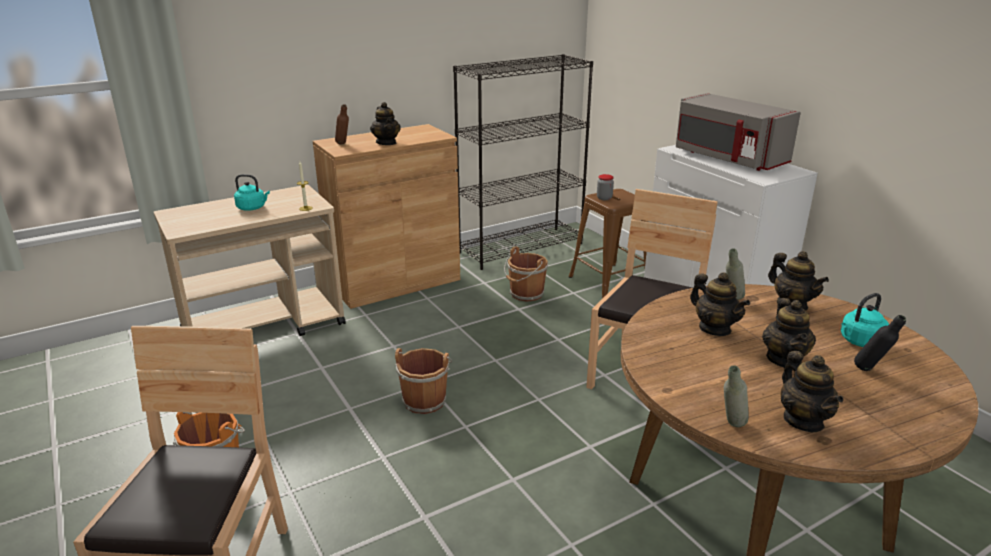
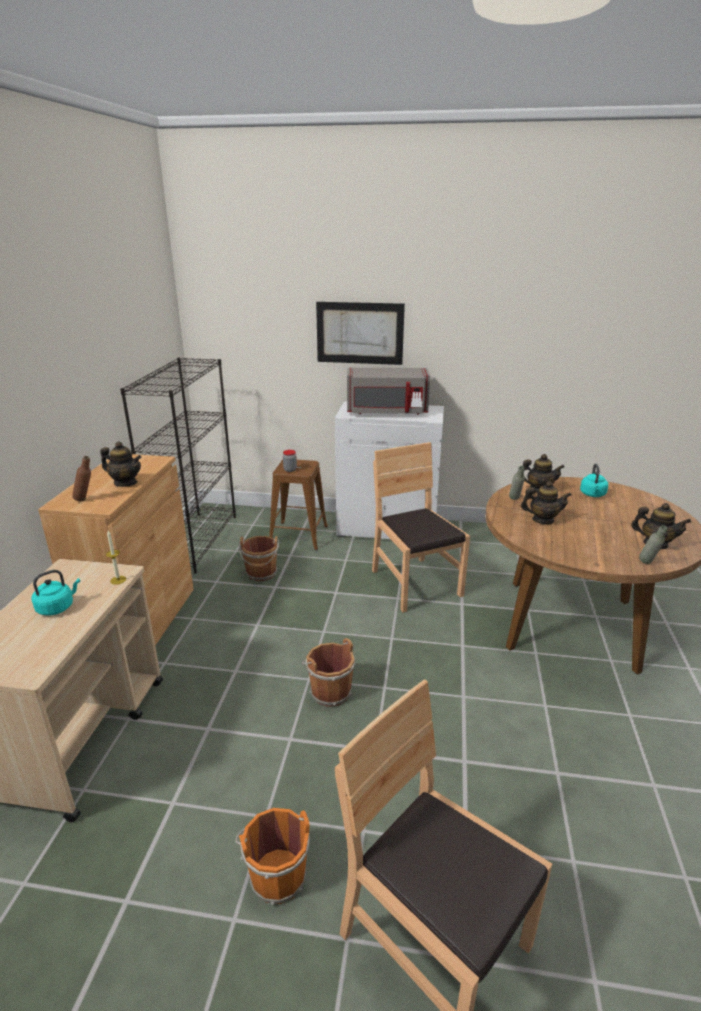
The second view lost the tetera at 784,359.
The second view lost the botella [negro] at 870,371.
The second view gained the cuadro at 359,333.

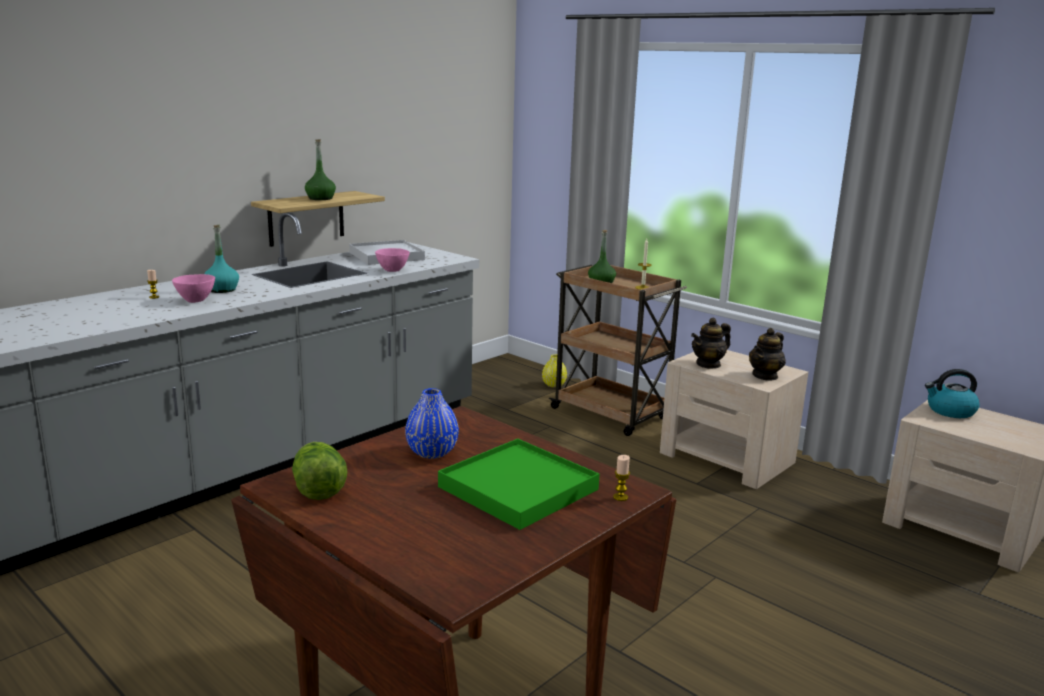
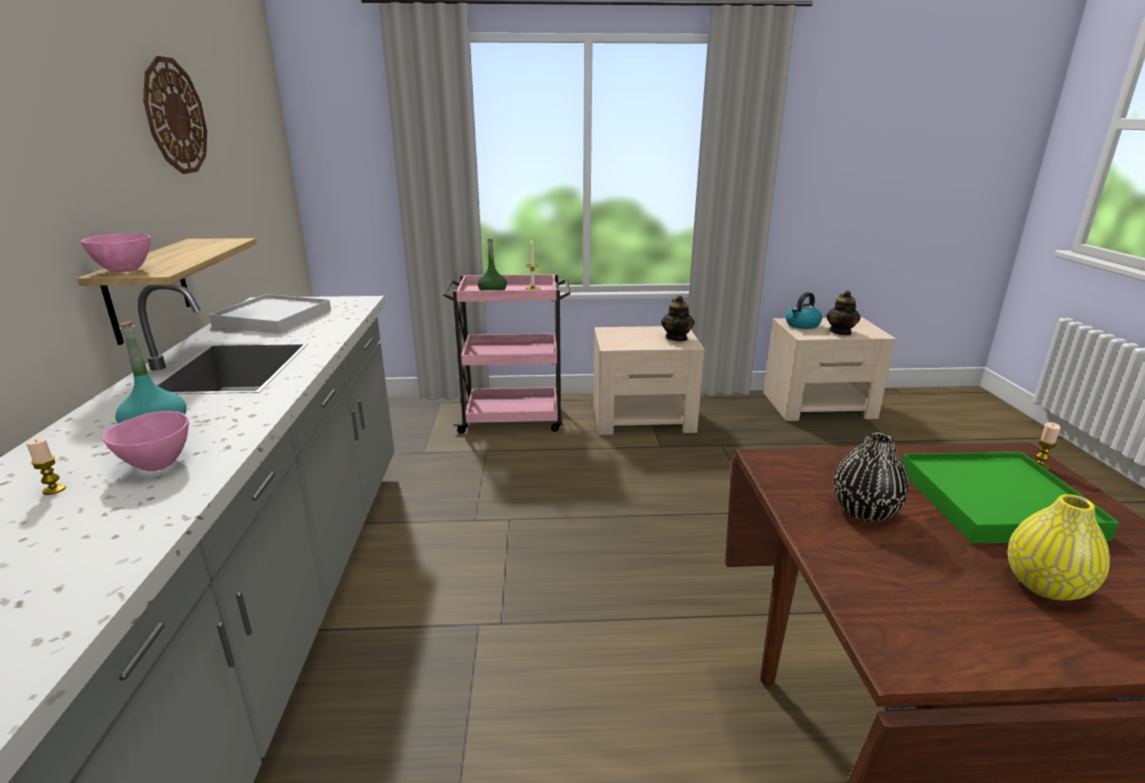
The second view lost the lechuga at 318,487.
The second view lost the botella [verde] at 320,198.
The second view gained the reloj de pared at 175,116.
The cuenco [rosa] ended up elsewhere, having gone from 393,270 to 126,270.
The florero [amarillo] ended up elsewhere, having gone from 554,385 to 1045,585.
The tetera ended up elsewhere, having gone from 708,364 to 840,332.
What was the florero [azul] at 432,452 turned into the florero [negro] at 864,511.
What was the carrito [marrón] at 611,414 turned into the carrito [rosa] at 513,418.

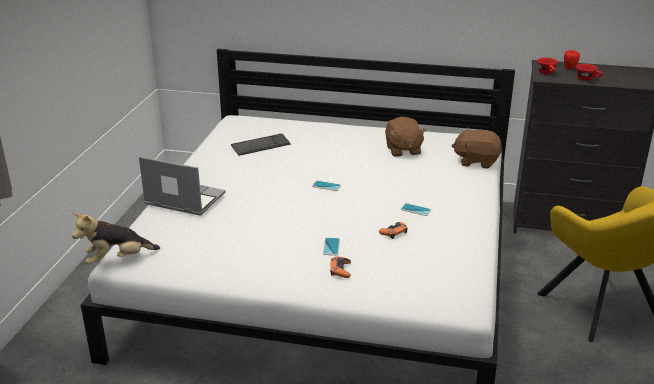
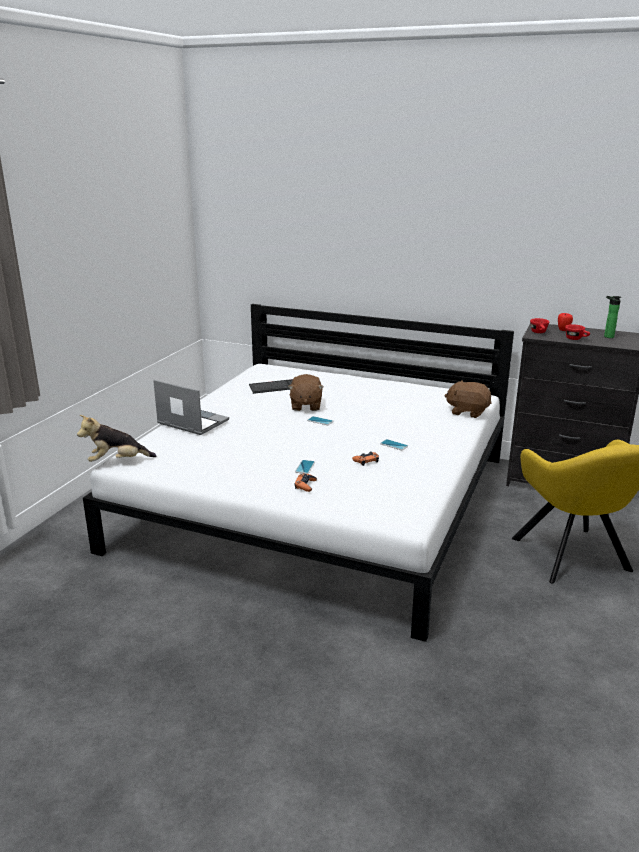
The second view gained the botella at 607,336.
The peluche [marrón] ended up elsewhere, having gone from 403,150 to 305,406.

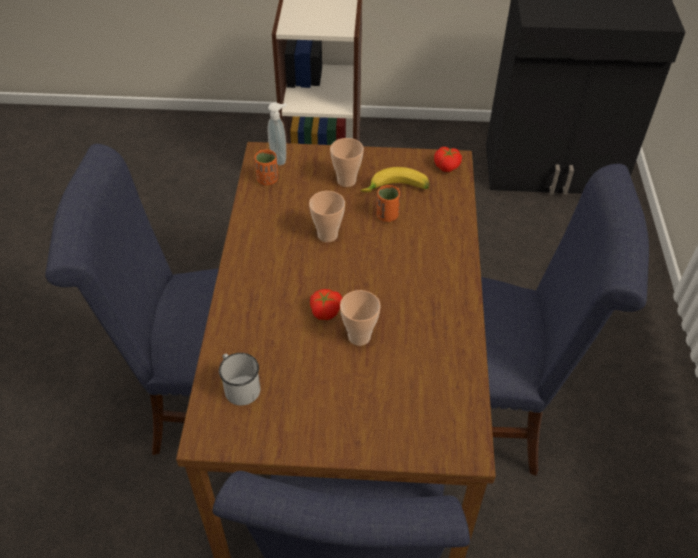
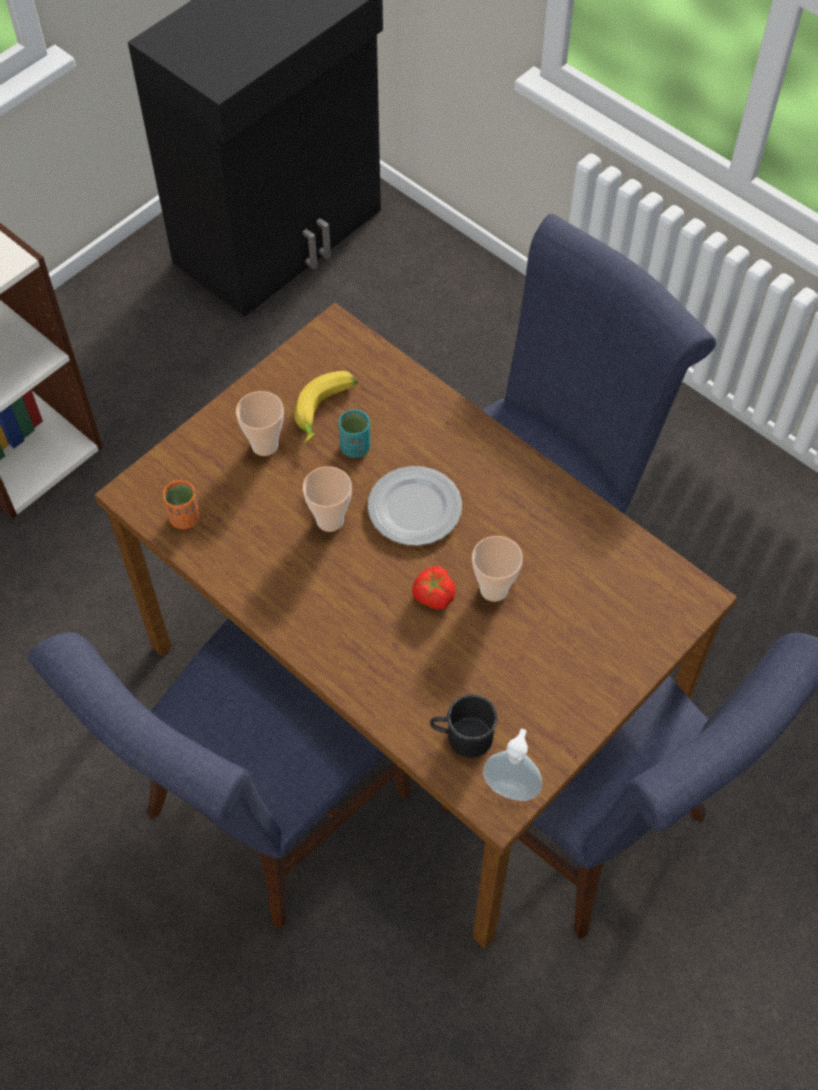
The second view lost the tomate at 447,166.
The second view gained the plato at 414,508.
The dispensador de jabón ended up elsewhere, having gone from 280,158 to 511,787.
What was the taza grande [blanco] at 239,386 turned into the taza grande [negro] at 462,736.
What was the taza [naranja] at 387,216 turned into the taza [turquesa] at 355,447.

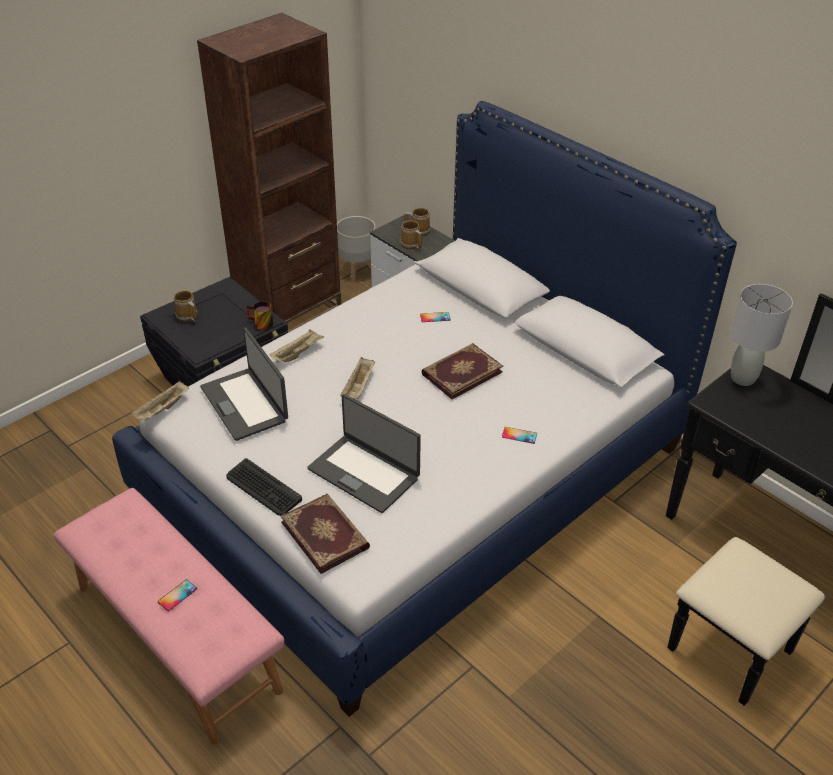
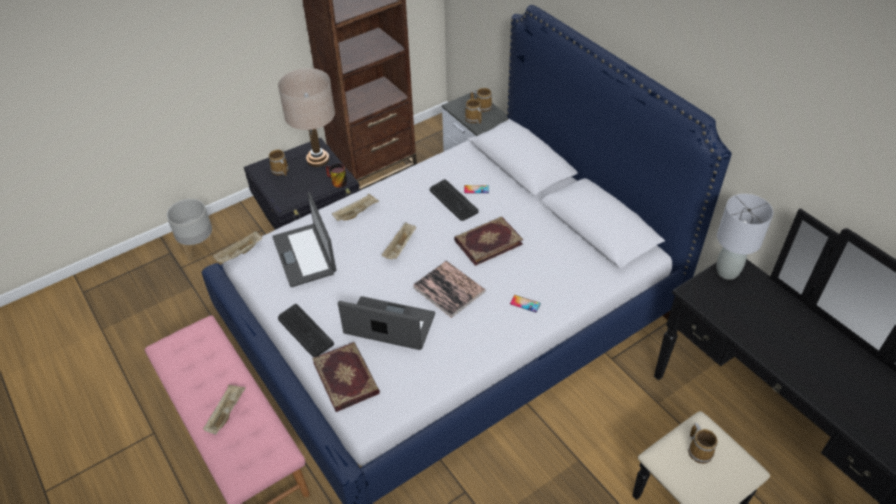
The second view gained the lámpara de mesa [beis] at 318,159.
The second view gained the libro at 449,289.
The second view gained the teclado at 453,201.
The second view gained the taza grande at 700,450.
The maceta [gris] ended up elsewhere, having gone from 357,271 to 198,248.
Where the móvil stood at 177,595, the bandeja [beis] came to stand at 226,413.
The portátil at 364,473 ended up facing another way, 150 degrees clockwise from before.

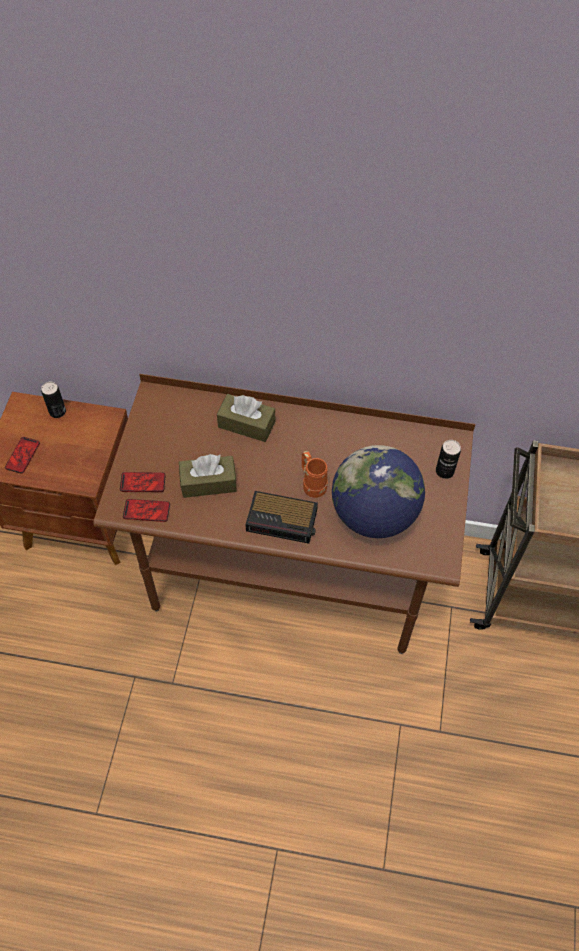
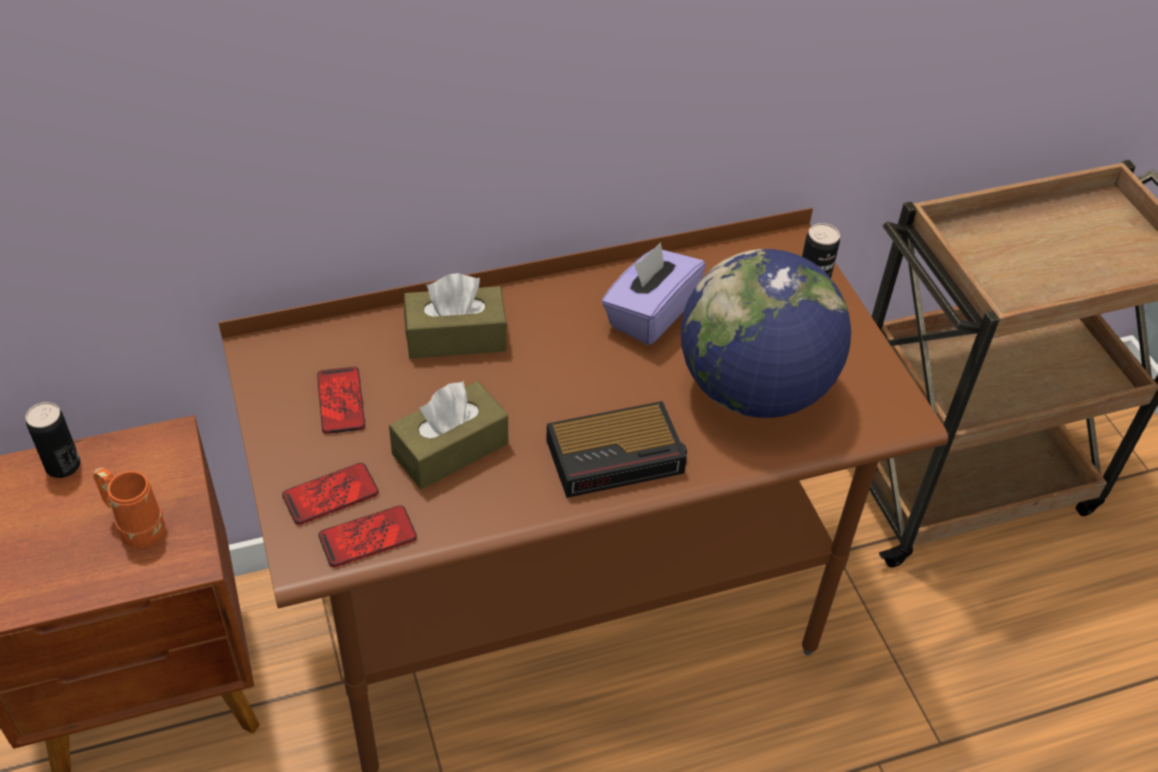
The second view gained the caja de pañuelos [morado] at 649,314.
The móvil ended up elsewhere, having gone from 22,455 to 341,401.
The taza grande [naranja] ended up elsewhere, having gone from 312,484 to 135,526.

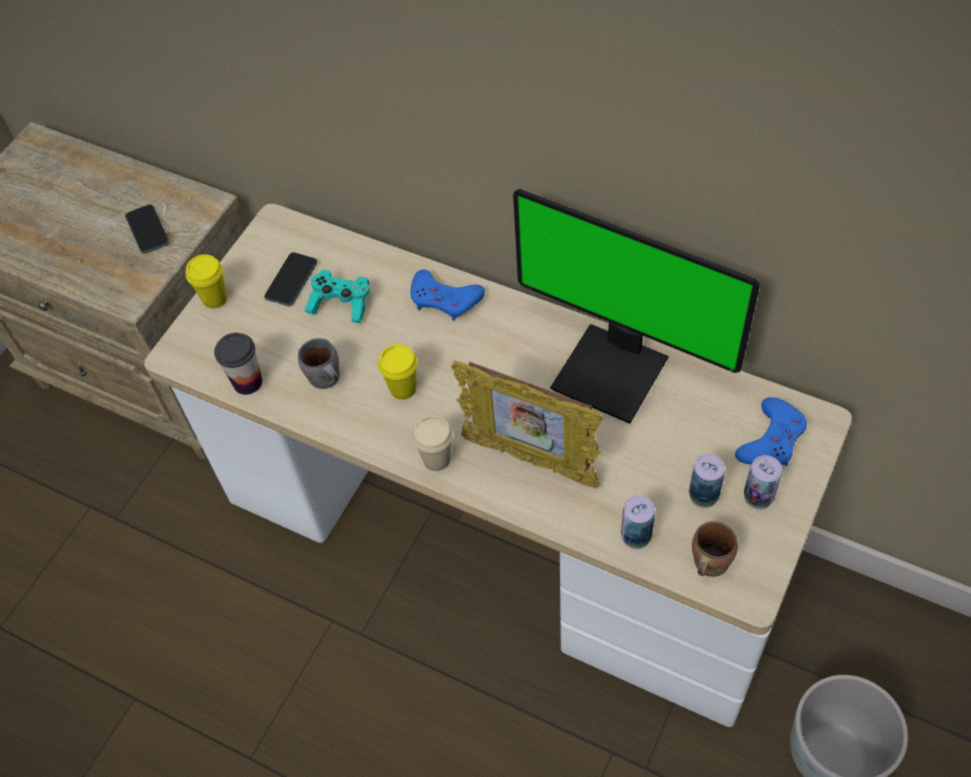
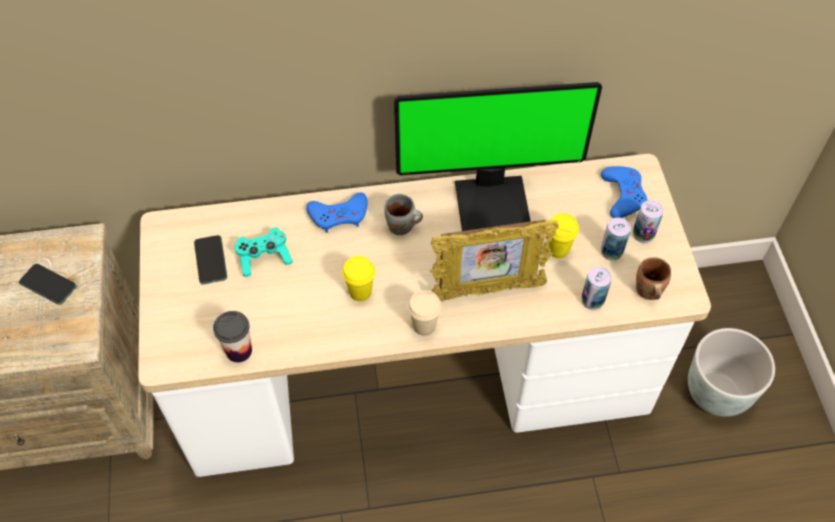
The taza [amarillo] ended up elsewhere, having gone from 215,298 to 558,249.
The taza grande [gris] ended up elsewhere, having gone from 324,380 to 402,227.

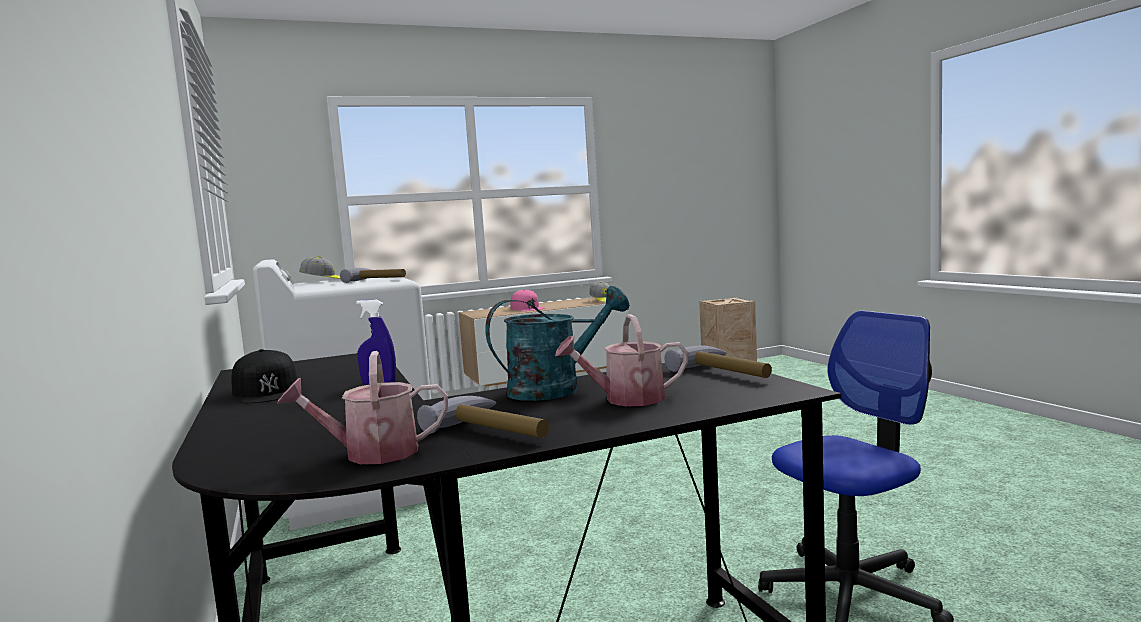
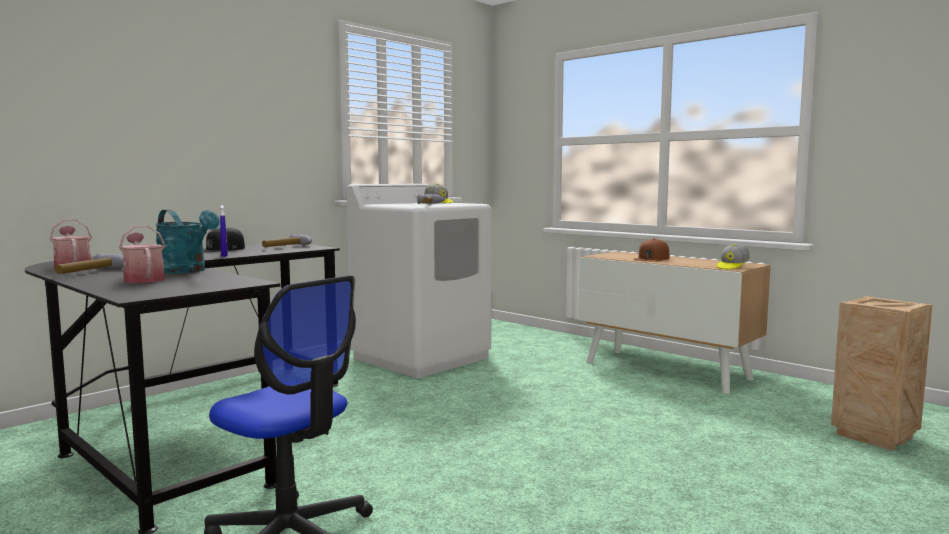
The martillo ended up elsewhere, having gone from 725,373 to 287,247.
What was the gorra [rosa] at 527,308 turned into the gorra [marrón] at 651,258.

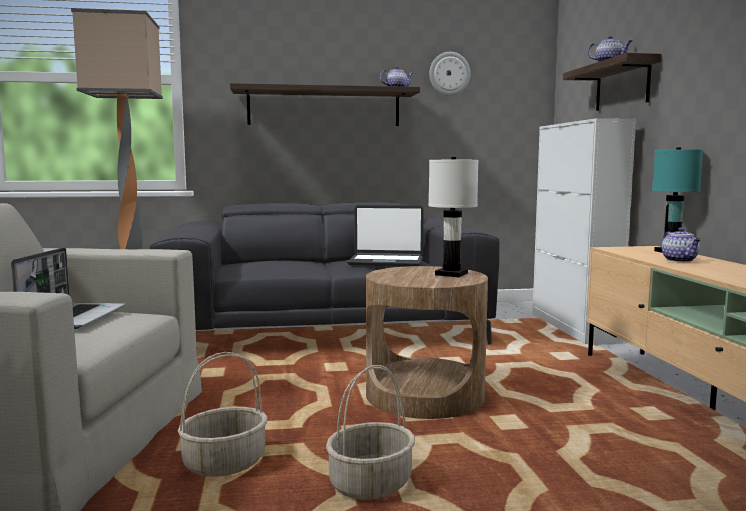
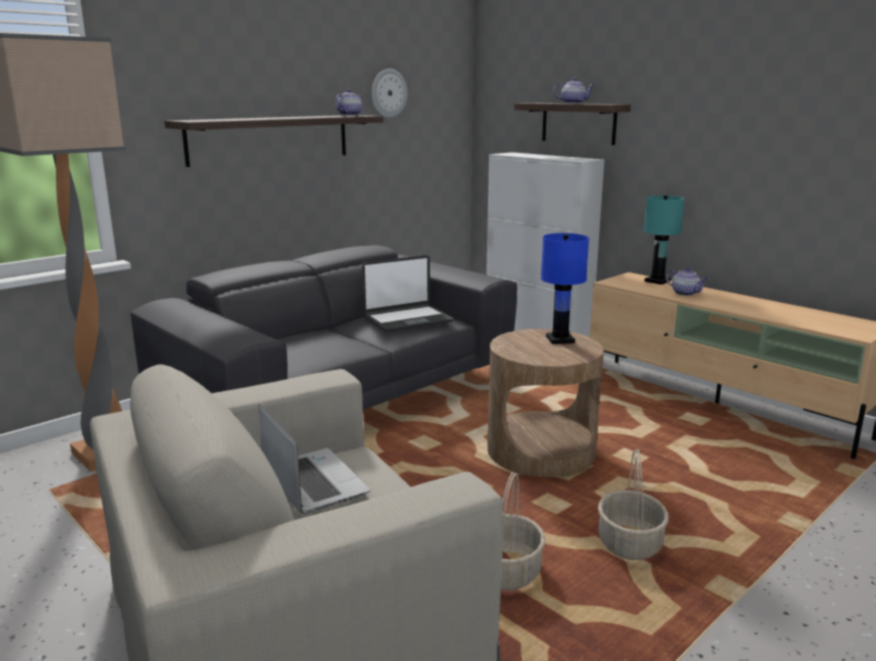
What was the lámpara de mesa [blanco] at 451,274 turned into the lámpara de mesa [azul] at 559,339.

